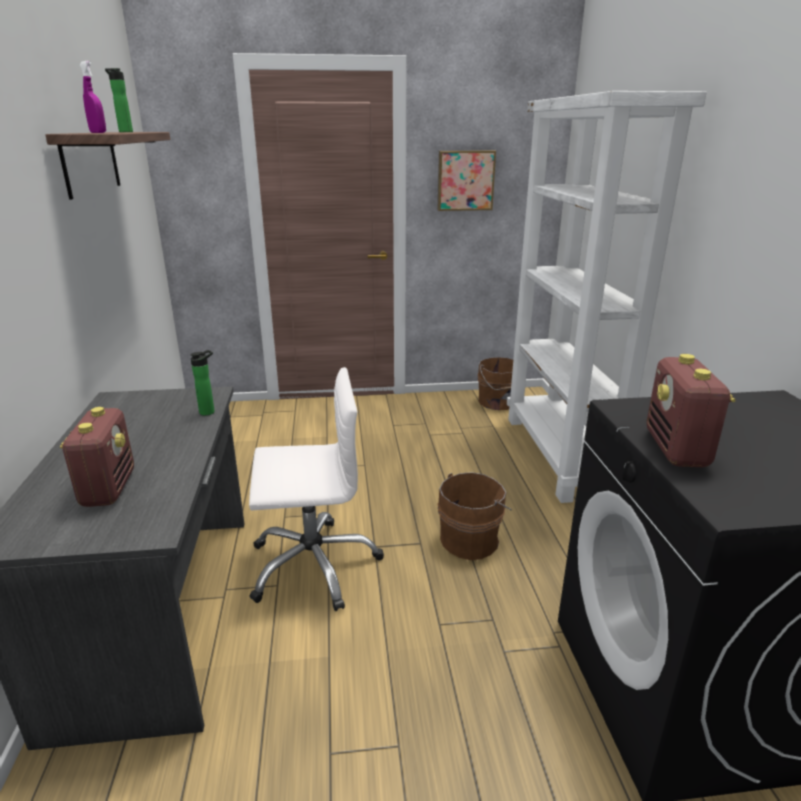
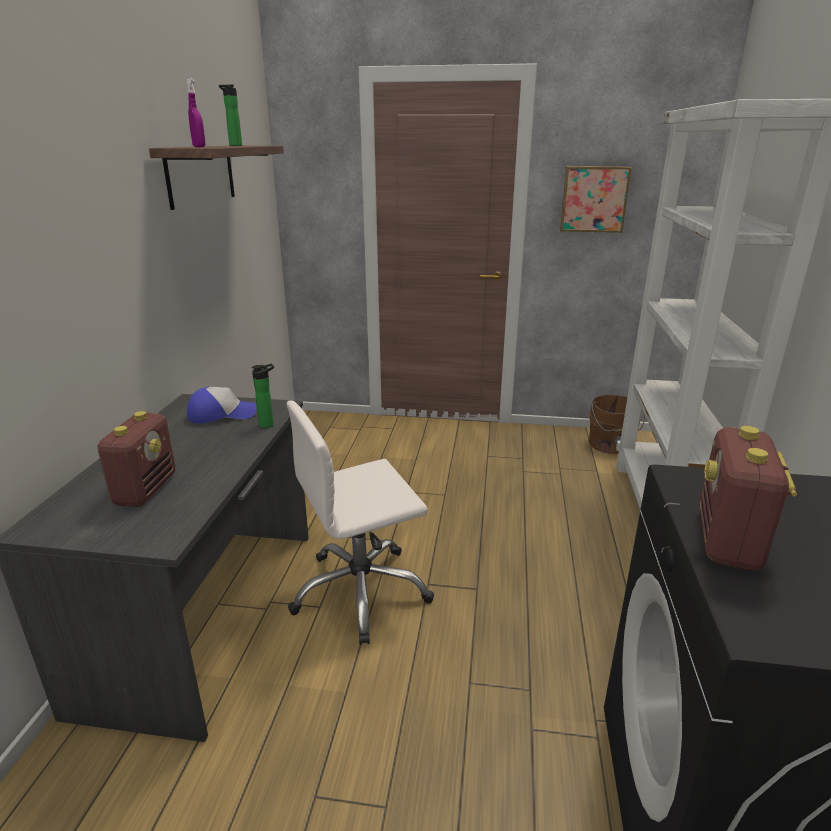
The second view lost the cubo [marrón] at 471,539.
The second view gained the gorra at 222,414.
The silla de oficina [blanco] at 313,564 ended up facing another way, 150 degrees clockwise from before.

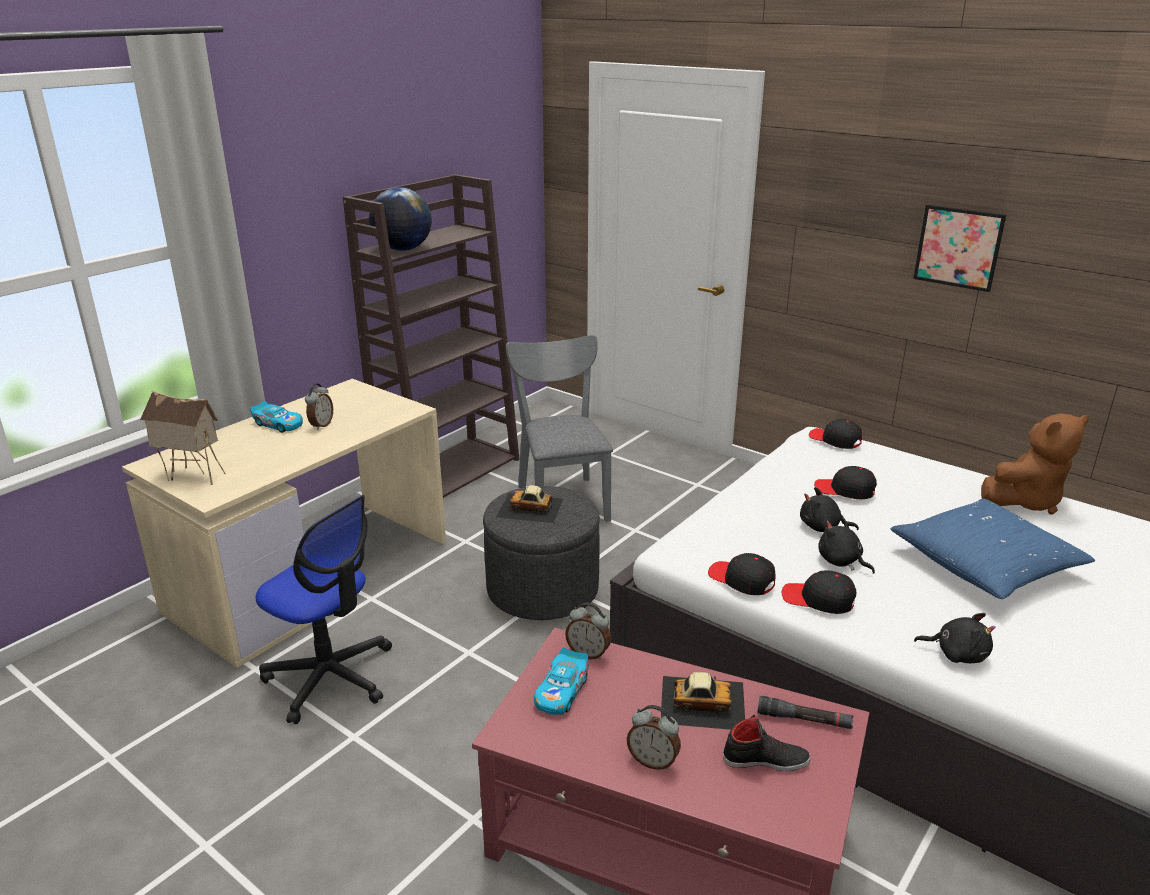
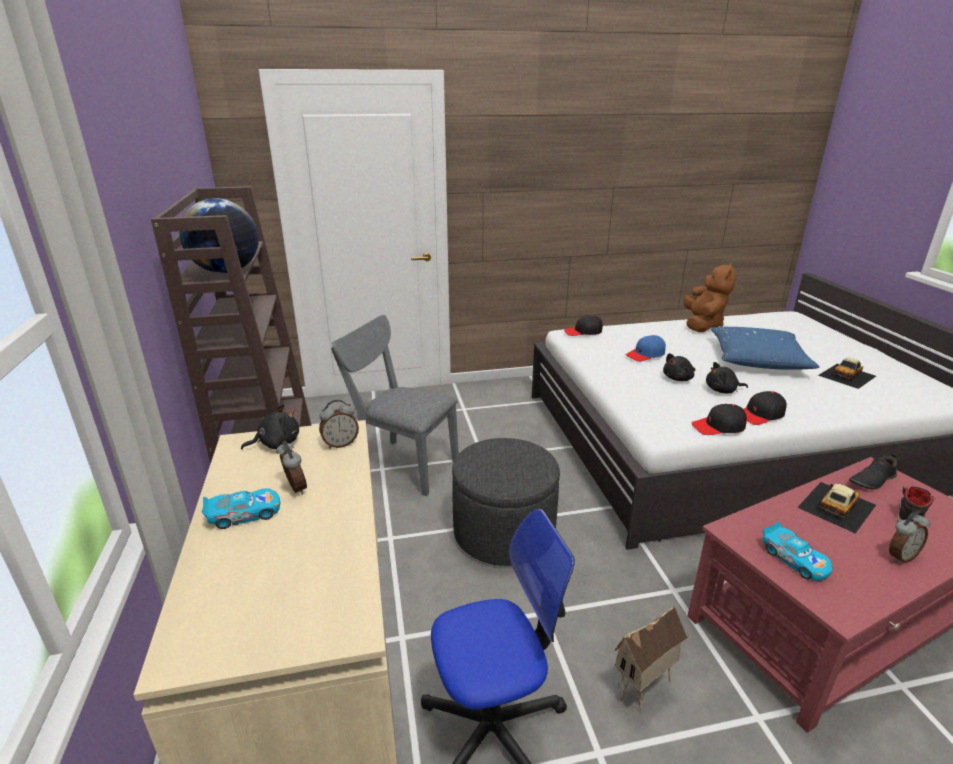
The second view lost the cuadro at 958,247.
The casita ended up elsewhere, having gone from 191,477 to 643,690.
The coche de juguete ended up elsewhere, having gone from 530,508 to 847,375.
The despertador ended up elsewhere, having gone from 588,653 to 340,444.
The peluche [negro] ended up elsewhere, having gone from 957,654 to 276,443.
Where the linterna [negro] stood at 804,720, the zapato [negro] came to stand at 871,480.
What was the gorra [negro] at 845,490 turned into the gorra [azul] at 645,354.

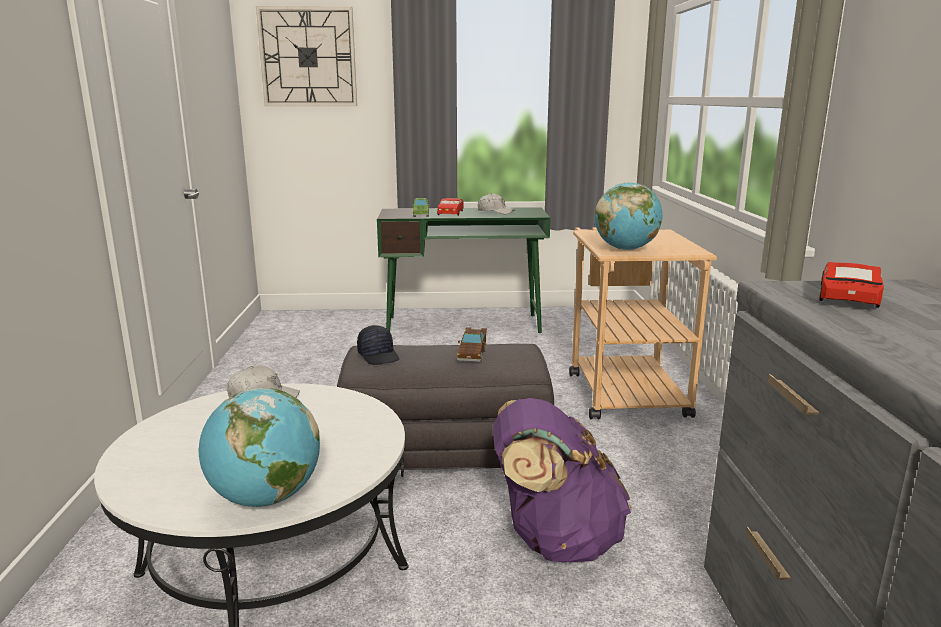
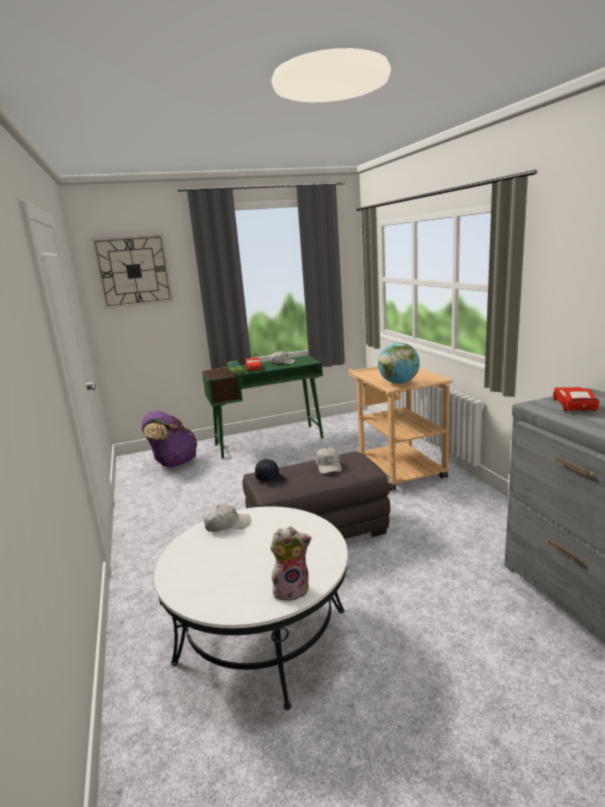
The mochila [morado] ended up elsewhere, having gone from 554,539 to 173,463.
Where the globo terráqueo stood at 265,498, the peluche came to stand at 292,589.
Where the coche de juguete [marrón] stood at 472,354, the gorra [blanco] came to stand at 328,466.

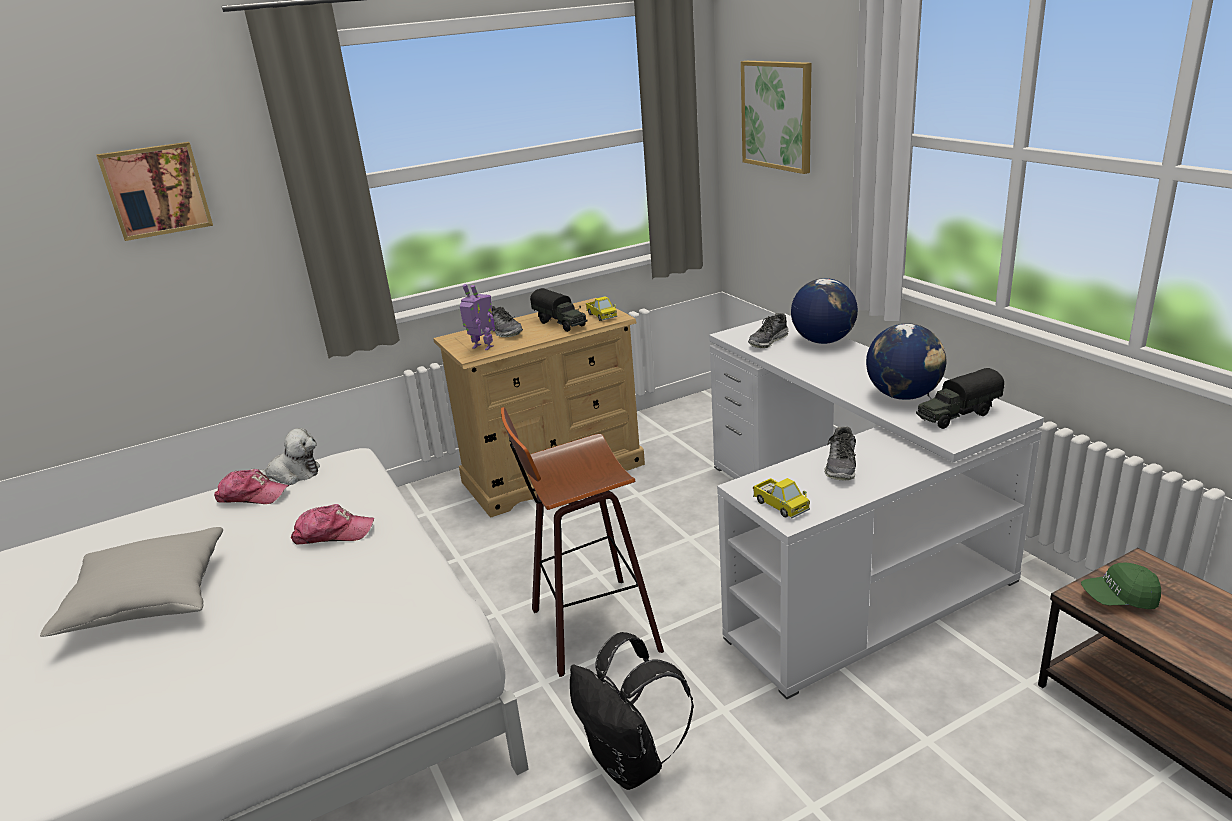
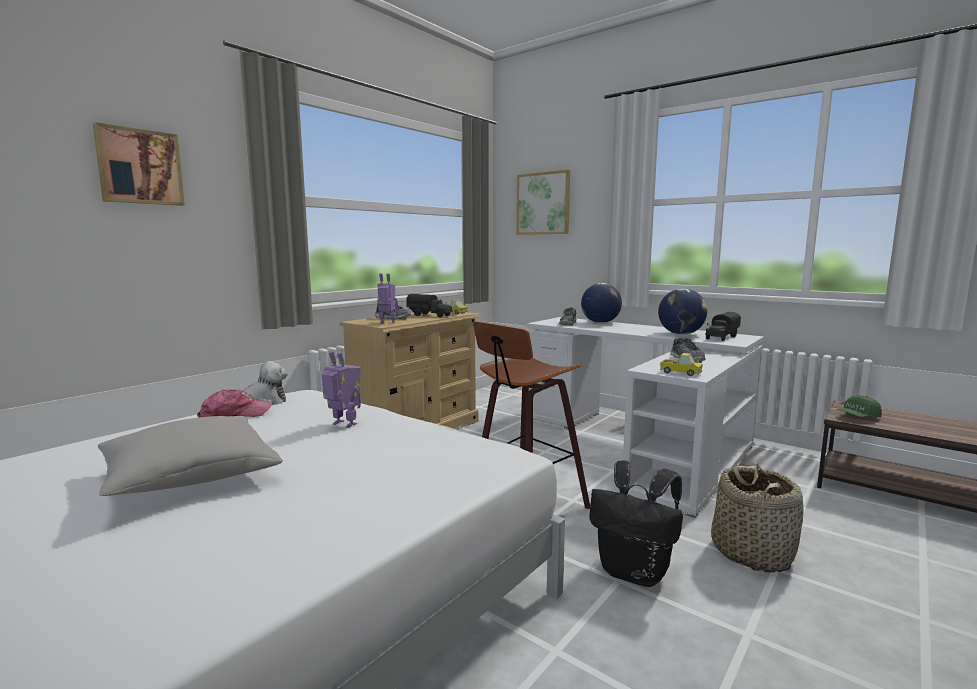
The second view gained the cesta at 752,552.
Where the gorra stood at 333,533, the robot de juguete came to stand at 343,424.

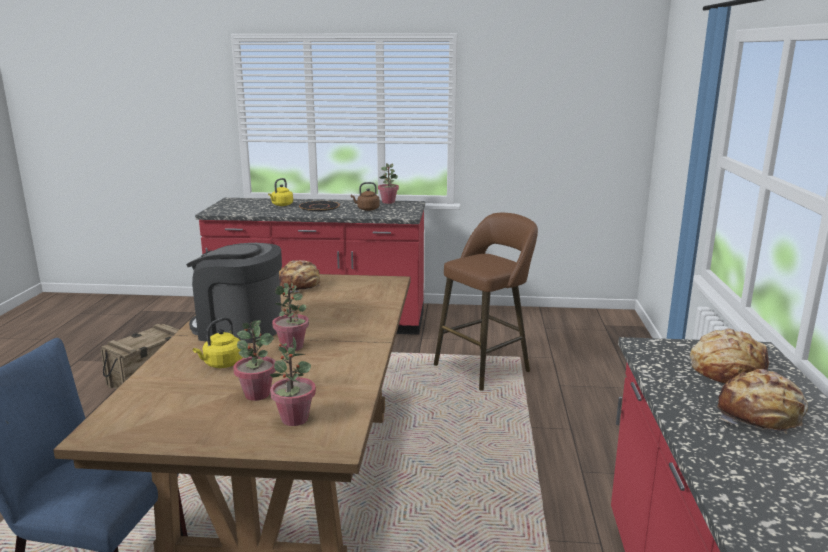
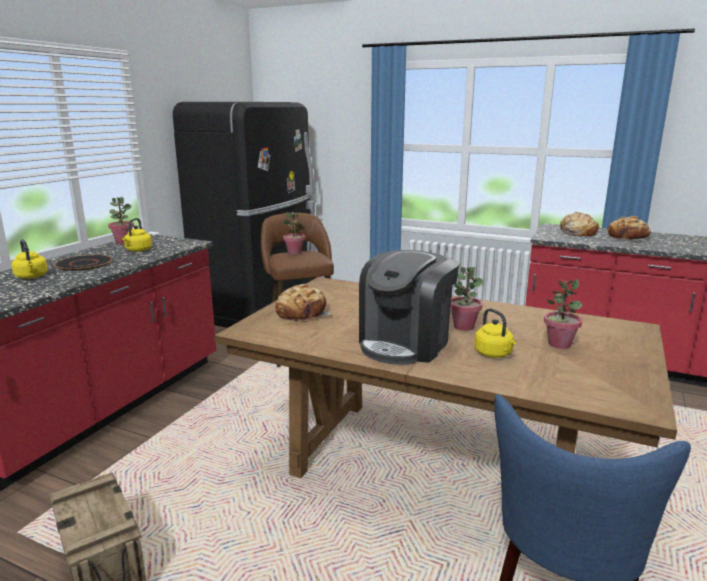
The second view gained the nevera [negro] at 259,309.
The planta en maceta ended up elsewhere, having gone from 294,419 to 294,252.
What was the hervidor [marrón] at 367,209 turned into the hervidor [amarillo] at 138,250.

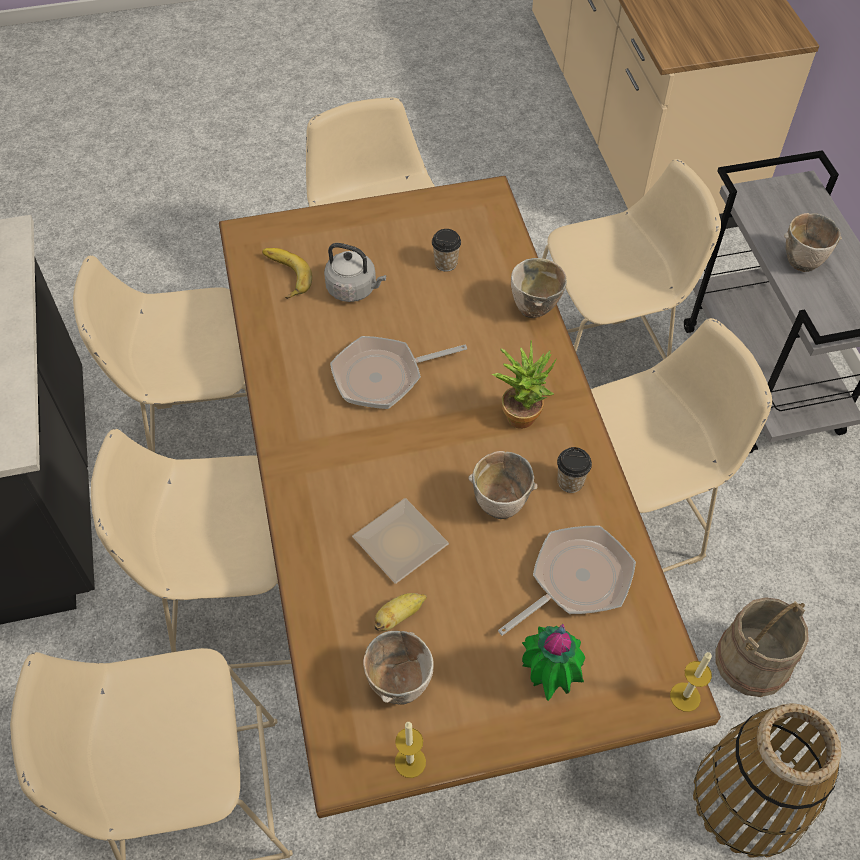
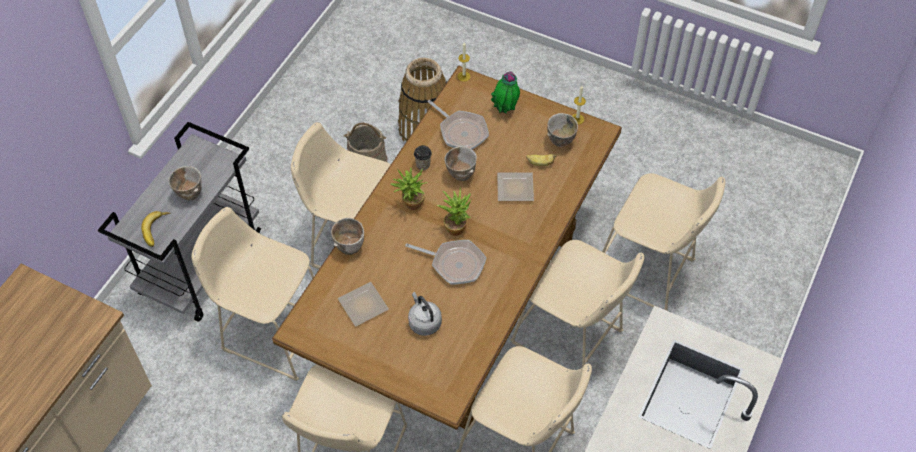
The second view gained the planta en maceta at 456,226.
The plátano ended up elsewhere, having gone from 283,276 to 157,230.
Where the taza stood at 446,263, the plato came to stand at 363,304.
The sartén at 575,580 ended up facing another way, 135 degrees counterclockwise from before.

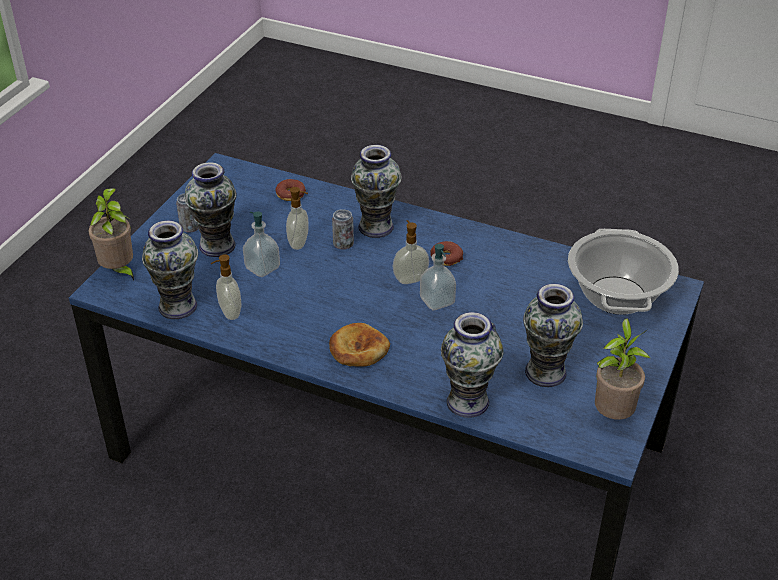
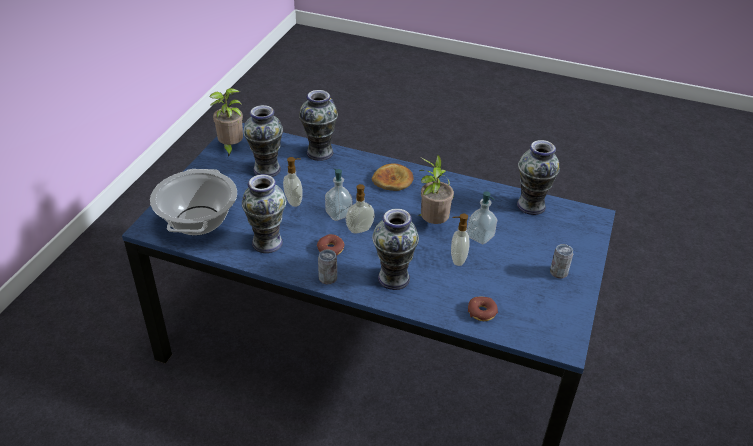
The planta en maceta ended up elsewhere, having gone from 119,271 to 432,223.
The florero ended up elsewhere, having gone from 217,245 to 266,242.
The dispensador de jabón ended up elsewhere, having gone from 229,313 to 294,201.
The lata ended up elsewhere, having gone from 343,244 to 327,278.

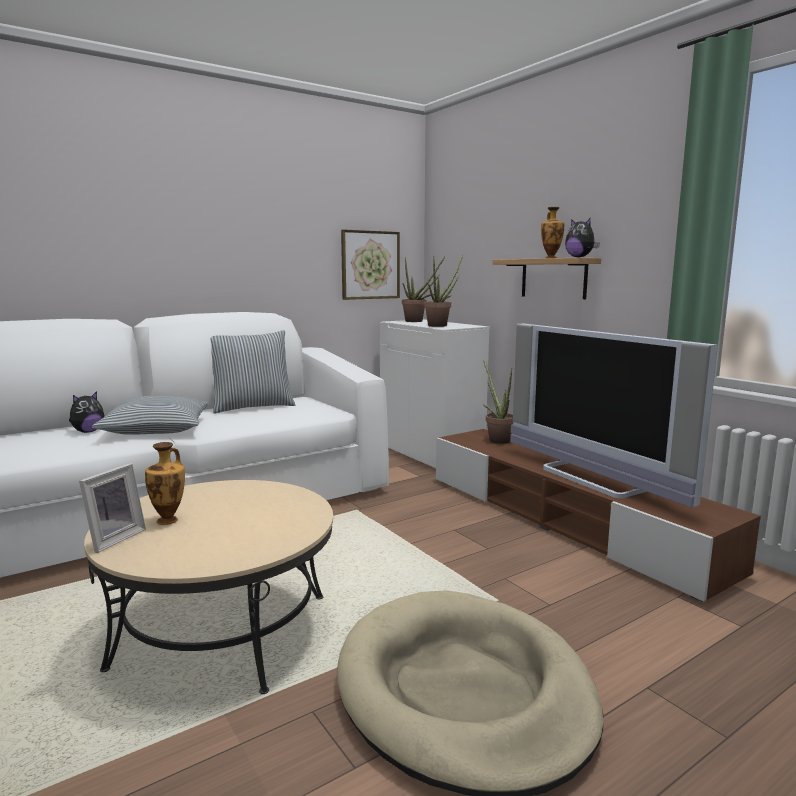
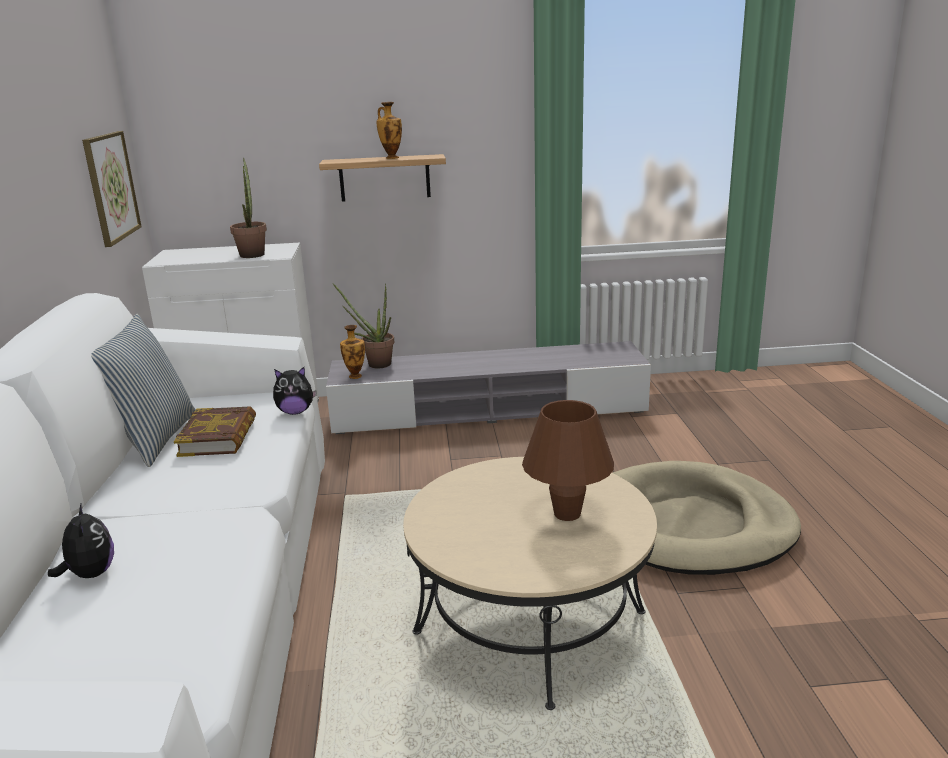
The second view lost the portarretratos at 113,539.
The second view lost the cojín at 157,428.
The second view lost the planta en maceta at 418,321.
The second view lost the televisor at 592,479.
The second view gained the libro at 219,437.
The second view gained the lámpara de mesa [marrón] at 567,513.
The florero ended up elsewhere, having gone from 169,520 to 355,376.
The peluche ended up elsewhere, having gone from 580,257 to 295,412.
What was the mueble de televisión [marrón] at 565,521 turned into the mueble de televisión [gris] at 489,410.

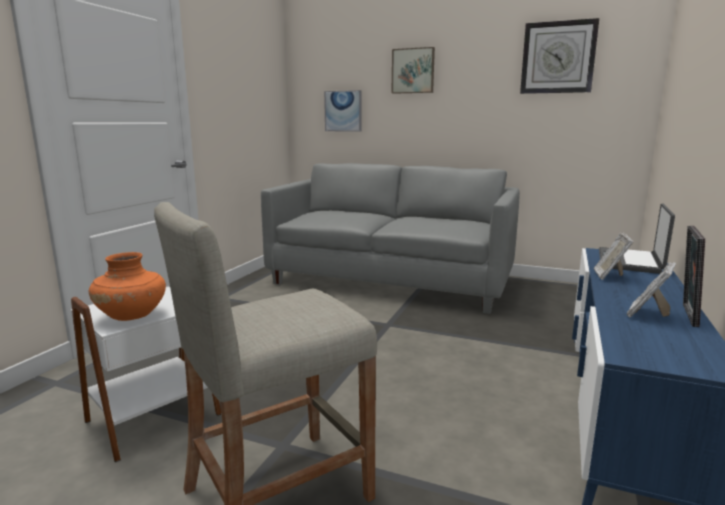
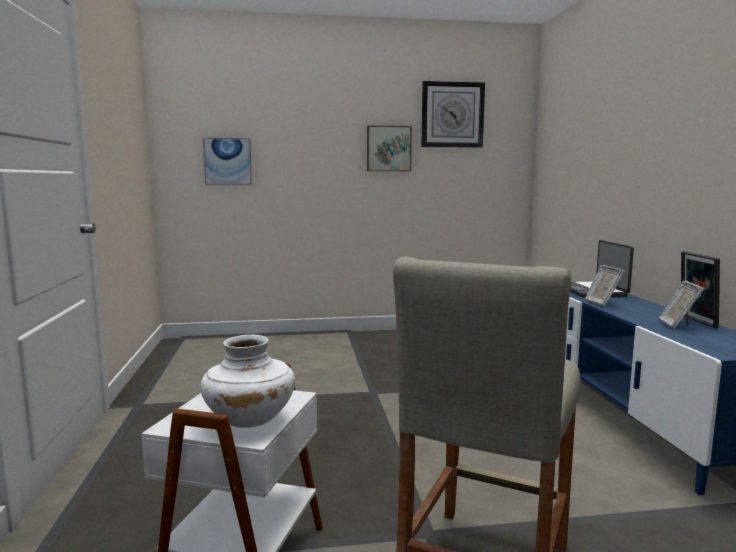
The second view lost the sofá [gris] at 391,281.
The cuadro ended up elsewhere, having gone from 413,71 to 388,149.
What was the florero [naranja] at 132,316 turned into the florero [blanco] at 249,420.

